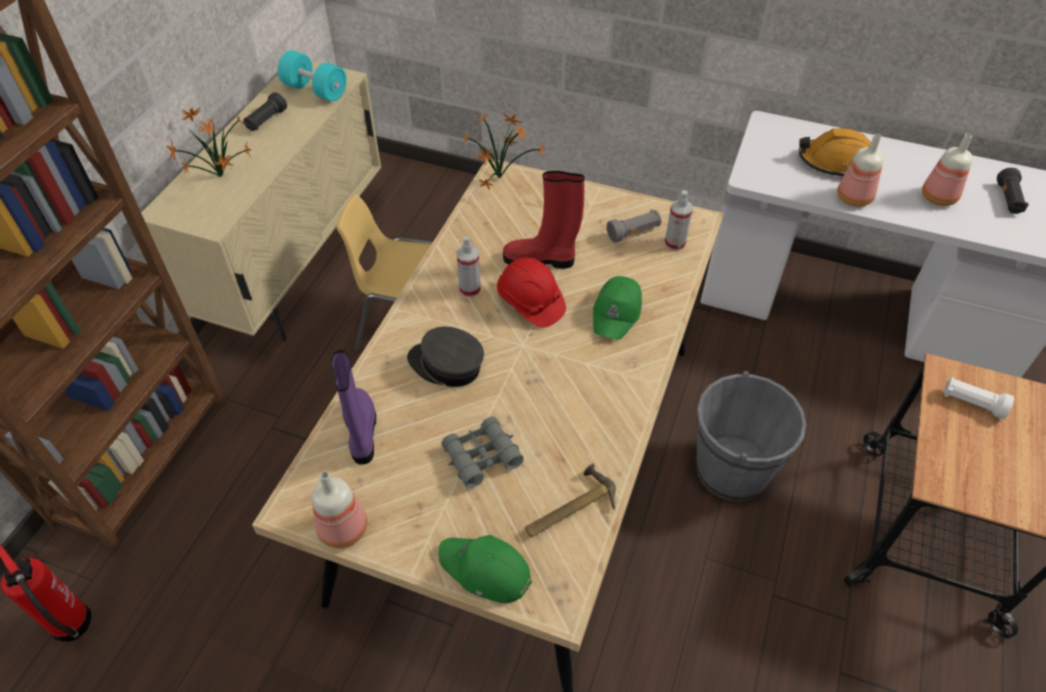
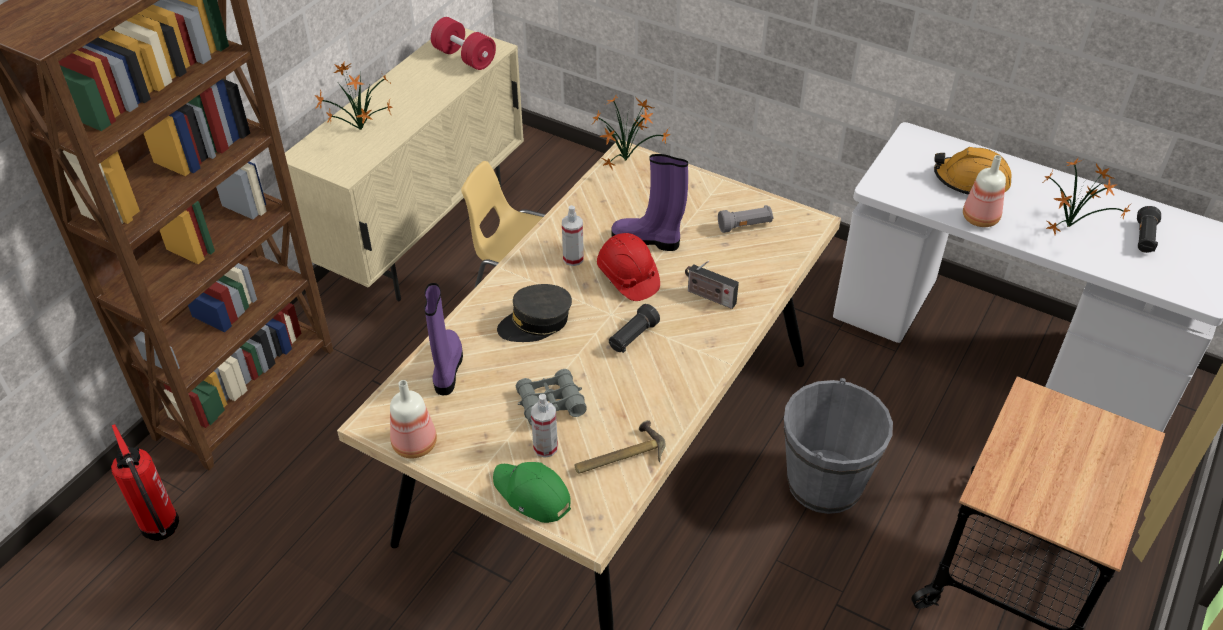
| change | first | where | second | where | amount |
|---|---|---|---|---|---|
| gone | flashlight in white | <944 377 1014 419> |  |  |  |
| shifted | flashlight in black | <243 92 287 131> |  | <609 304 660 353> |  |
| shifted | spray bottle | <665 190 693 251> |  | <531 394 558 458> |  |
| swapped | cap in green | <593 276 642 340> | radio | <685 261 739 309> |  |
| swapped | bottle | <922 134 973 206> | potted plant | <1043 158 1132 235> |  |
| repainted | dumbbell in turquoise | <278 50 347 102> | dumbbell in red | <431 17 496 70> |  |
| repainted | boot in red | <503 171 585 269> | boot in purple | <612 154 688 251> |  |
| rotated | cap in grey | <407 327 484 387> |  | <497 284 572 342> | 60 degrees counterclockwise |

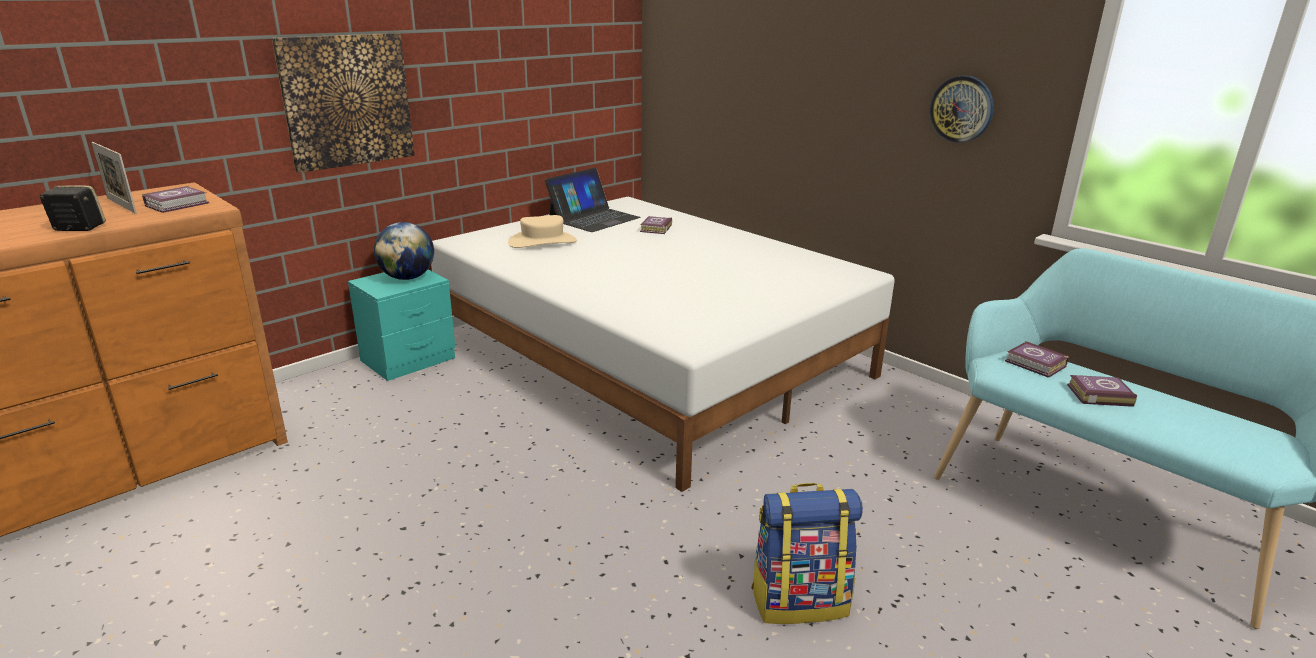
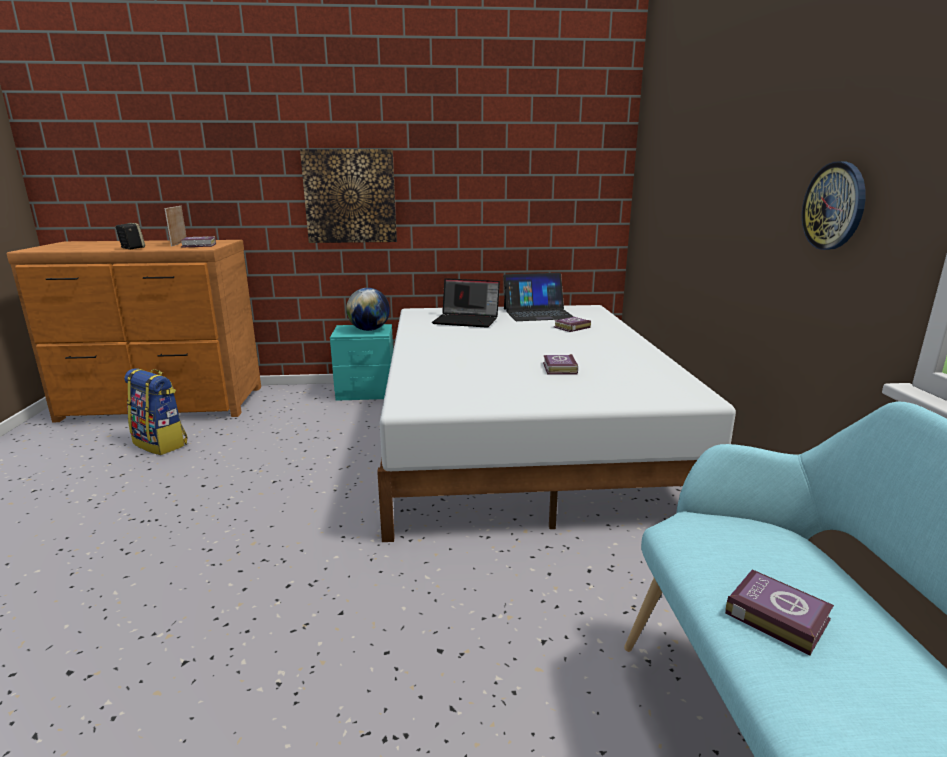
| change | first | where | second | where | amount |
|---|---|---|---|---|---|
| shifted | backpack | <751 483 863 624> |  | <124 368 188 455> |  |
| shifted | book | <1005 341 1069 378> |  | <543 354 578 375> |  |
| swapped | hat in beige | <508 215 577 248> | laptop | <432 278 500 328> |  |

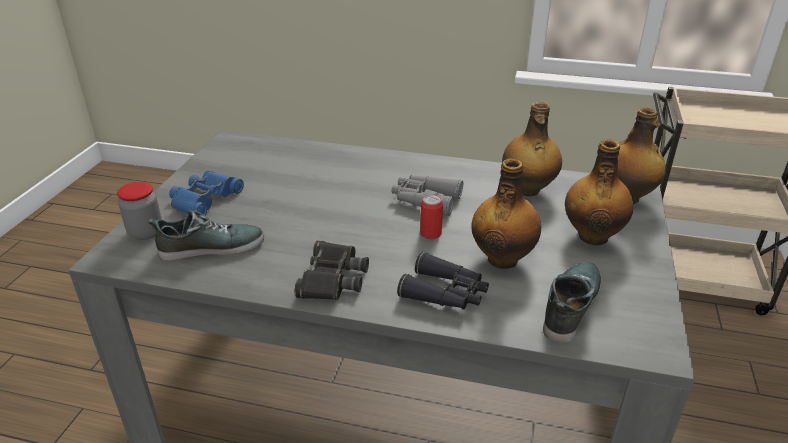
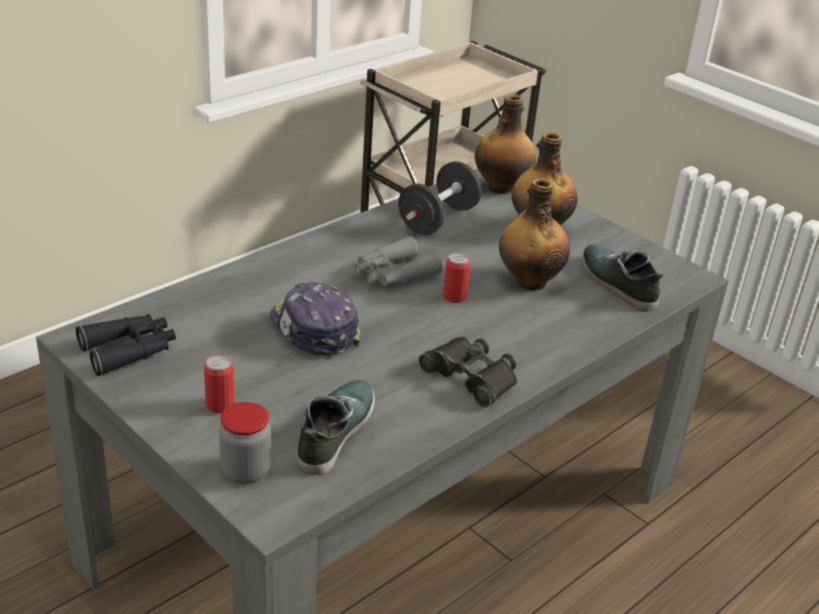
| change | first | where | second | where | amount |
|---|---|---|---|---|---|
| new |  |  | cap | <270 282 360 355> |  |
| shifted | binoculars in black | <397 252 489 310> |  | <76 314 176 376> |  |
| swapped | binoculars in blue | <169 171 244 215> | can | <204 355 235 413> |  |
| swapped | bottle | <502 102 562 197> | dumbbell in black | <398 161 482 235> |  |

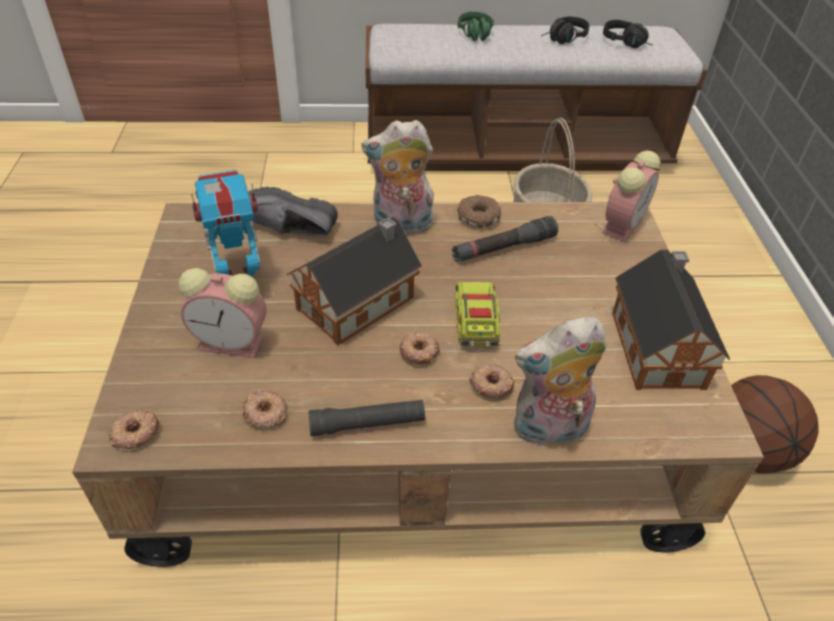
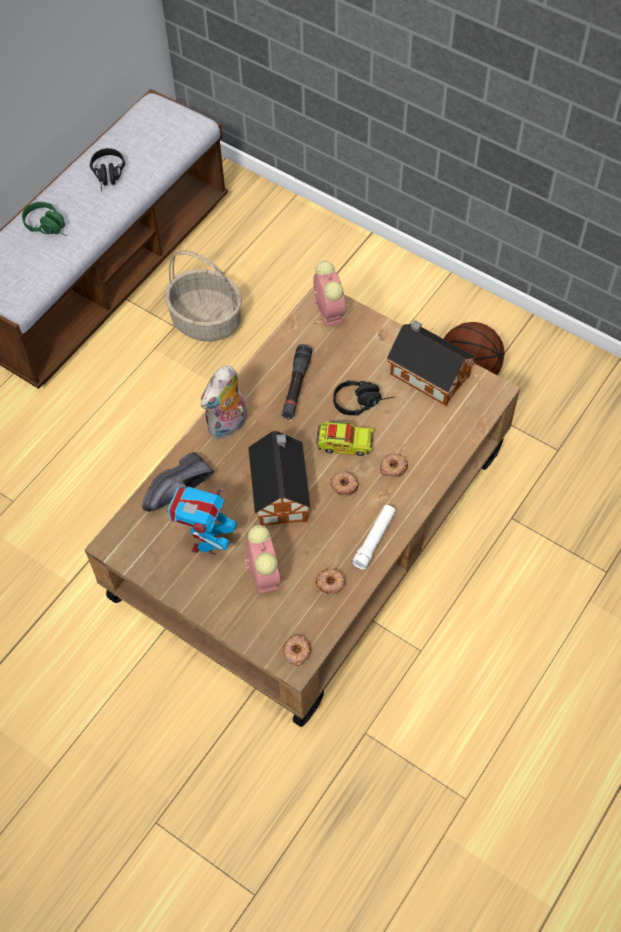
| change | first | where | second | where | amount |
|---|---|---|---|---|---|
| gone | donut | <457 195 501 228> |  |  |  |
| gone | plush toy | <514 317 607 449> |  |  |  |
| shifted | headphones in black | <603 20 653 48> |  | <333 380 394 416> |  |
| repainted | flashlight in black | <308 400 425 436> | flashlight in white | <352 505 396 570> |  |
| rotated | alarm clock | <178 268 267 358> |  | <245 525 281 594> | 60 degrees counterclockwise |
| rotated | toy truck | <455 282 500 347> |  | <316 421 374 456> | 150 degrees clockwise |

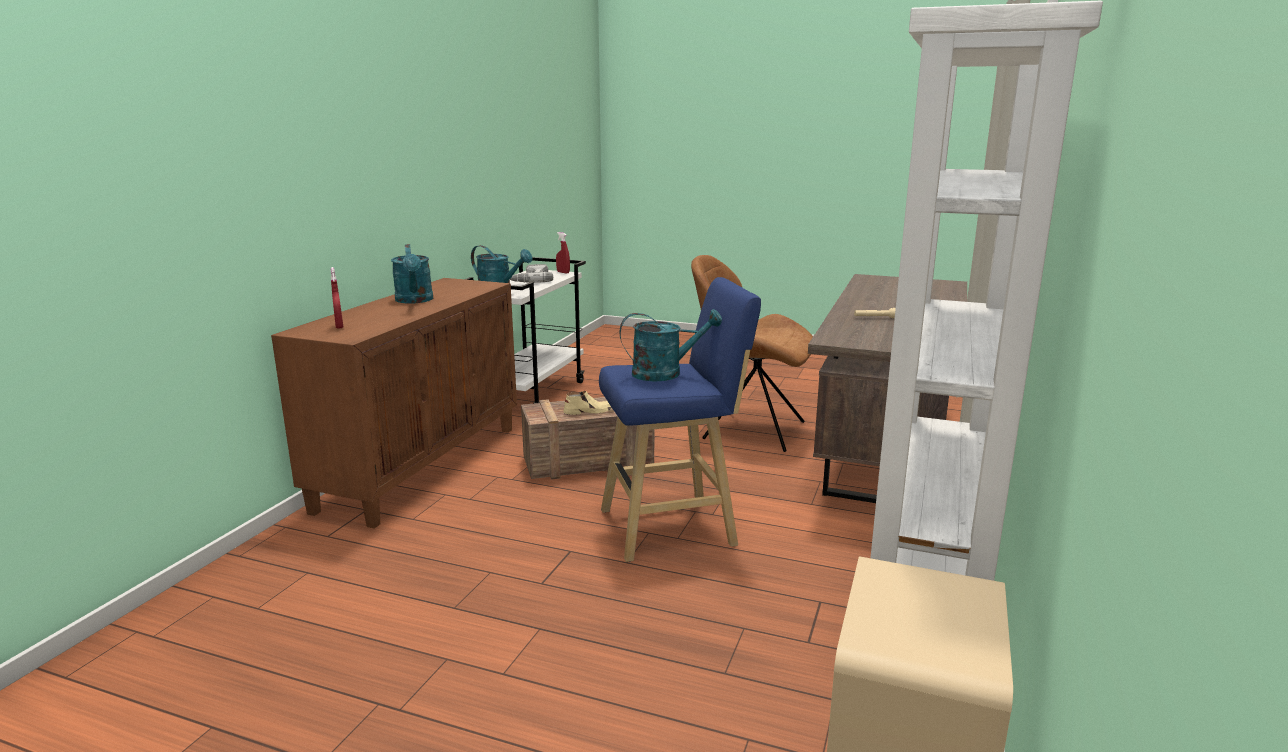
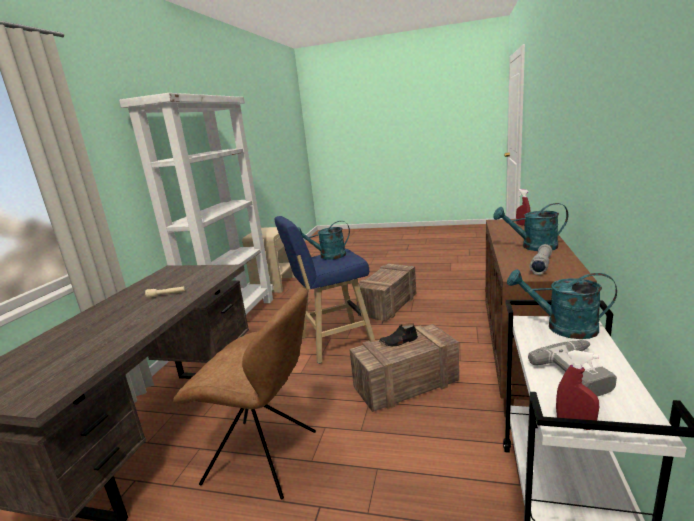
| change | first | where | second | where | amount |
|---|---|---|---|---|---|
| new |  |  | crate | <356 264 416 321> |  |
| new |  |  | flashlight in grey | <529 244 552 275> |  |
| repainted | shoe in beige | <563 391 612 415> | shoe in black | <379 323 418 346> |  |
| rotated | watering can in turquoise | <391 244 433 304> |  | <493 203 568 251> | 60 degrees counterclockwise |

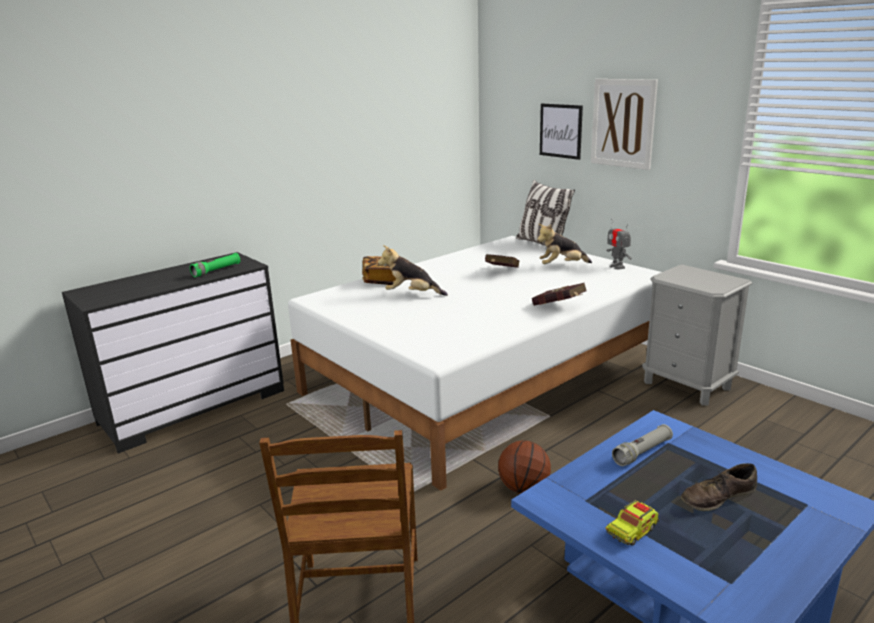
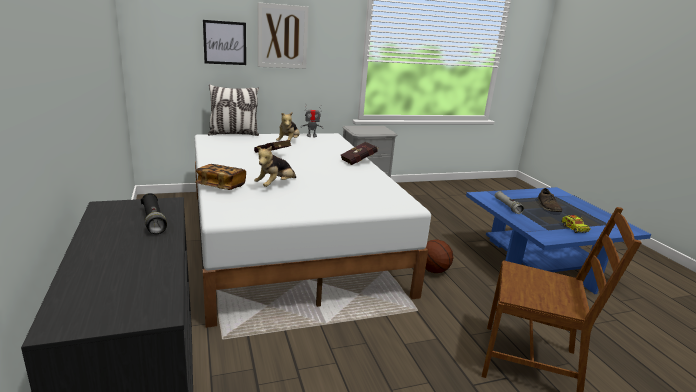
| change | first | where | second | where | amount |
|---|---|---|---|---|---|
| repainted | flashlight in green | <190 253 240 277> | flashlight in black | <141 193 167 234> |  |

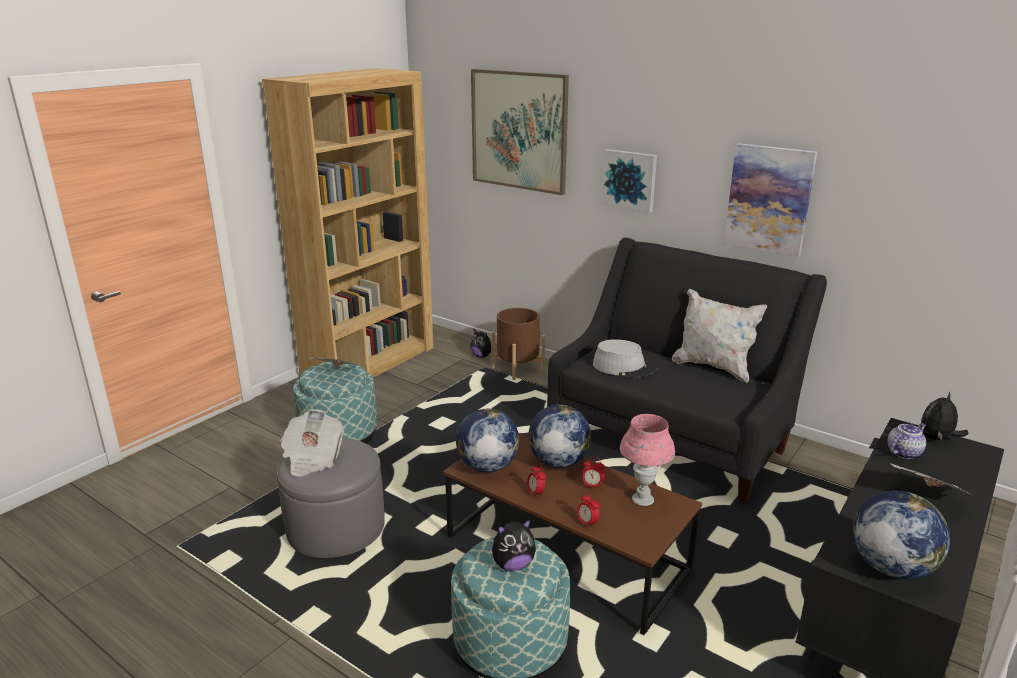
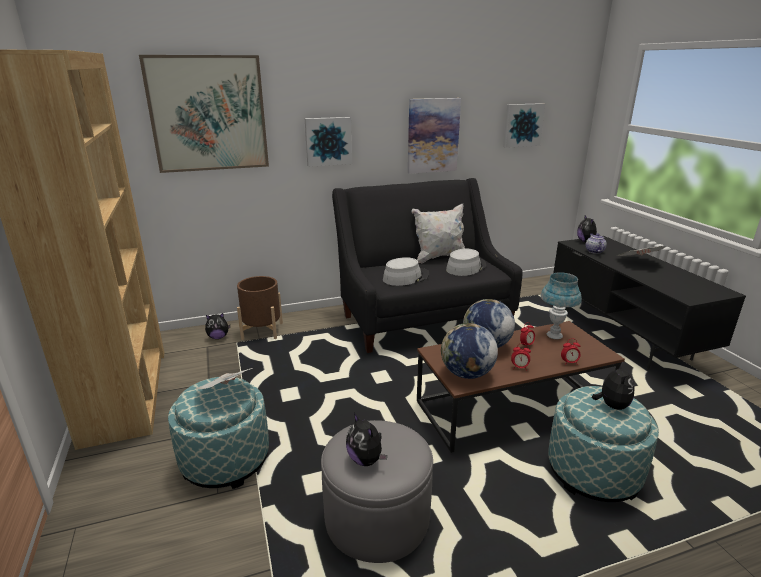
| change | first | where | second | where | amount |
|---|---|---|---|---|---|
| gone | globe | <853 491 950 580> |  |  |  |
| new |  |  | hat in grey | <446 249 486 276> |  |
| new |  |  | picture | <503 103 545 148> |  |
| swapped | newspaper | <280 409 345 477> | plush toy | <346 413 387 466> |  |
| repainted | table lamp in pink | <620 414 675 506> | table lamp in blue | <540 272 582 339> |  |

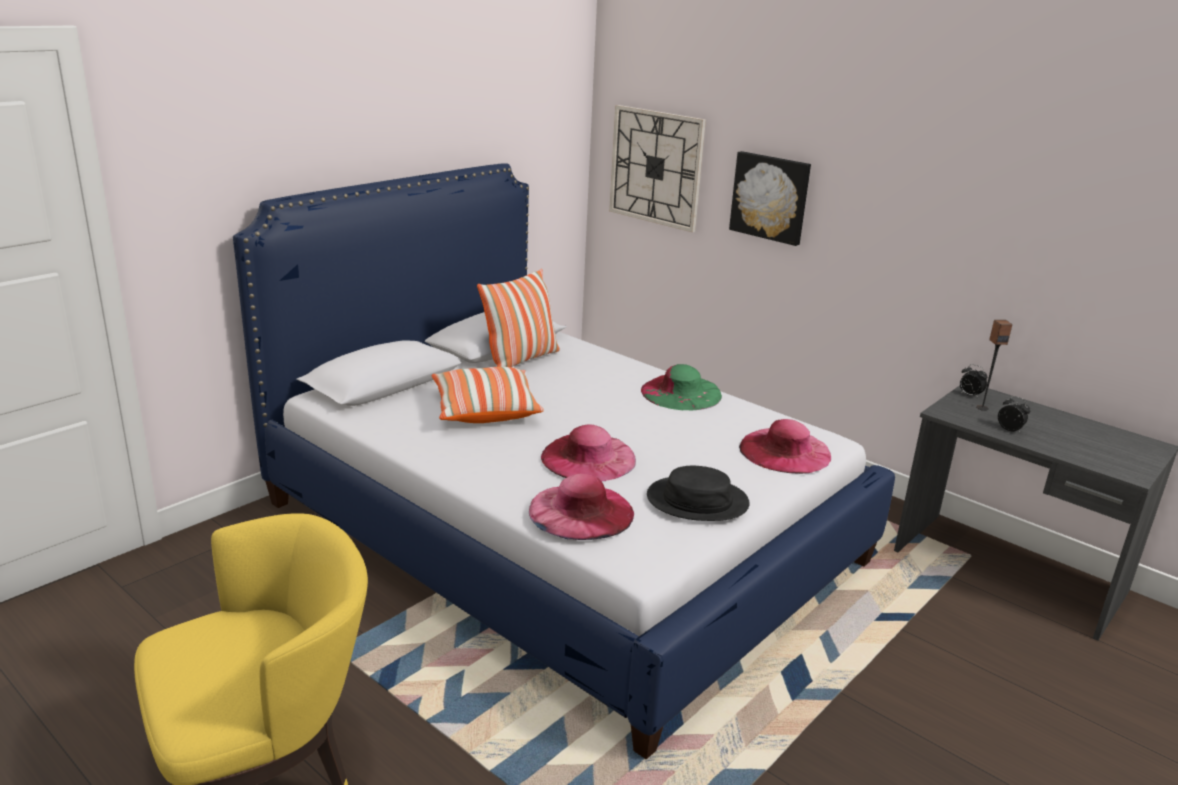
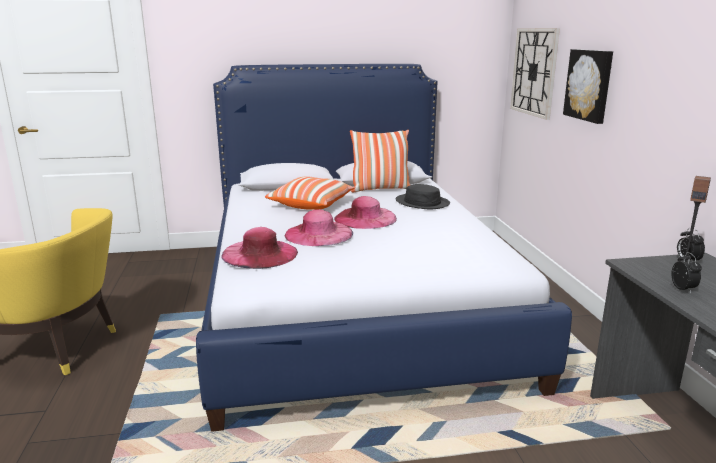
| change | first | where | second | where | amount |
|---|---|---|---|---|---|
| gone | hat in green | <641 364 722 410> |  |  |  |
| shifted | hat in black | <647 466 750 521> |  | <395 184 450 209> |  |
| shifted | hat in pink | <739 419 831 474> |  | <334 196 397 229> |  |

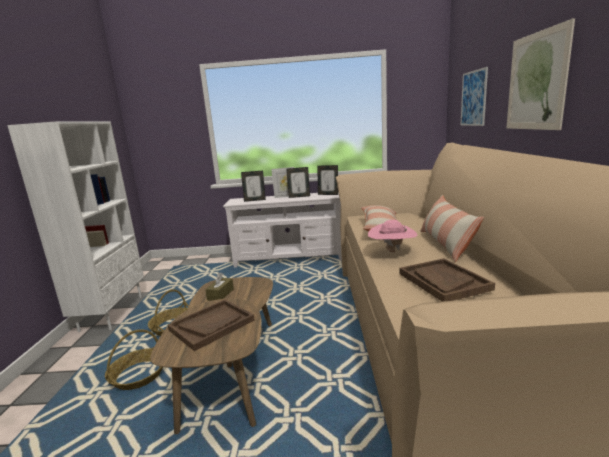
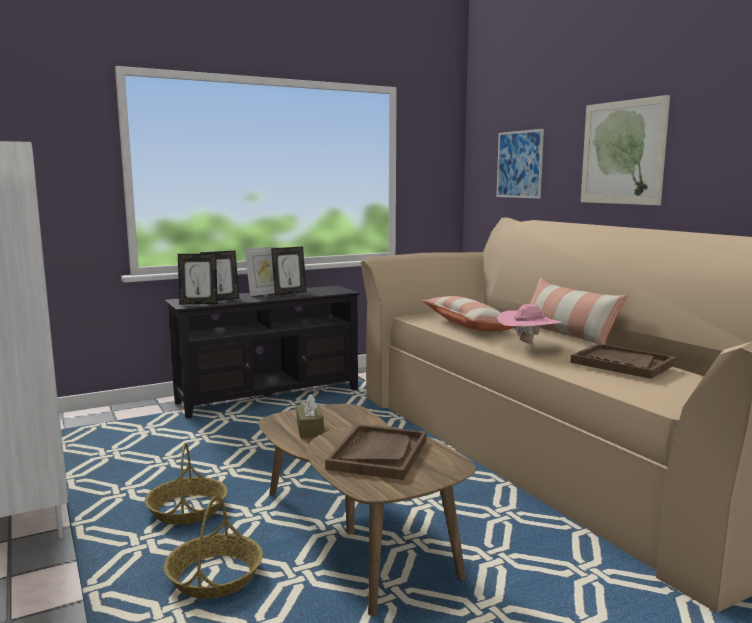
| change | first | where | second | where | amount |
|---|---|---|---|---|---|
| shifted | picture frame | <317 165 338 195> |  | <178 253 218 305> |  |
| repainted | tv stand in white | <223 192 342 268> | tv stand in black | <165 285 360 419> |  |

